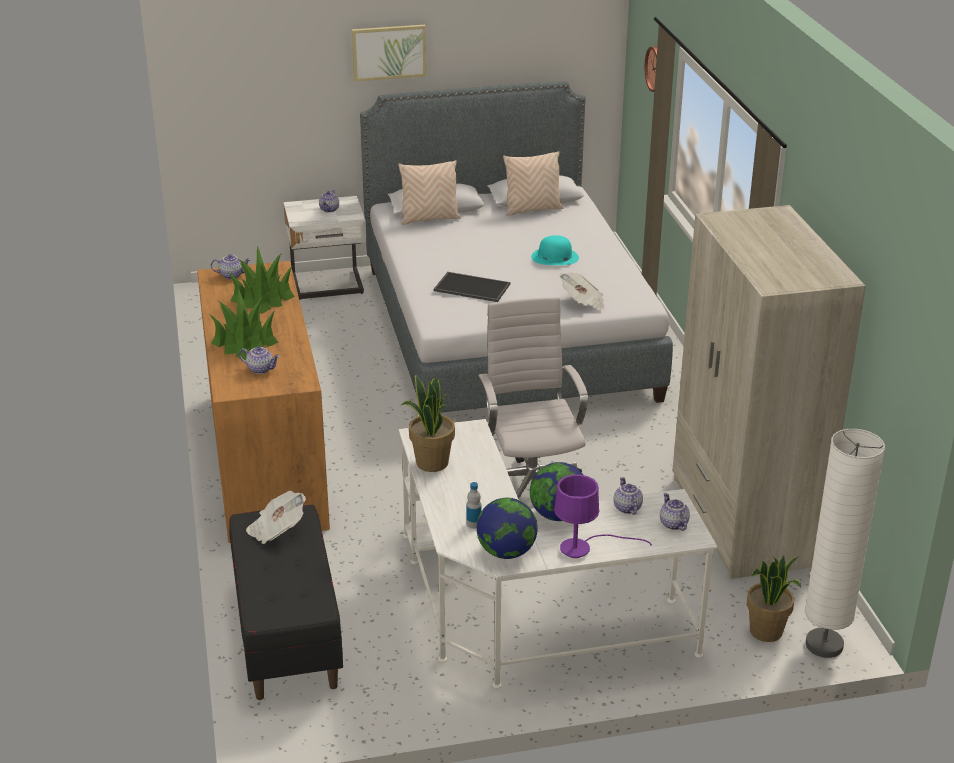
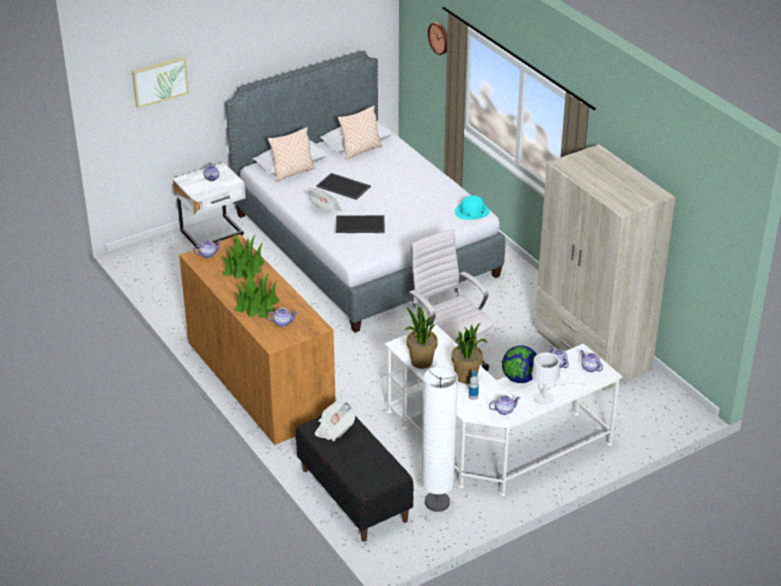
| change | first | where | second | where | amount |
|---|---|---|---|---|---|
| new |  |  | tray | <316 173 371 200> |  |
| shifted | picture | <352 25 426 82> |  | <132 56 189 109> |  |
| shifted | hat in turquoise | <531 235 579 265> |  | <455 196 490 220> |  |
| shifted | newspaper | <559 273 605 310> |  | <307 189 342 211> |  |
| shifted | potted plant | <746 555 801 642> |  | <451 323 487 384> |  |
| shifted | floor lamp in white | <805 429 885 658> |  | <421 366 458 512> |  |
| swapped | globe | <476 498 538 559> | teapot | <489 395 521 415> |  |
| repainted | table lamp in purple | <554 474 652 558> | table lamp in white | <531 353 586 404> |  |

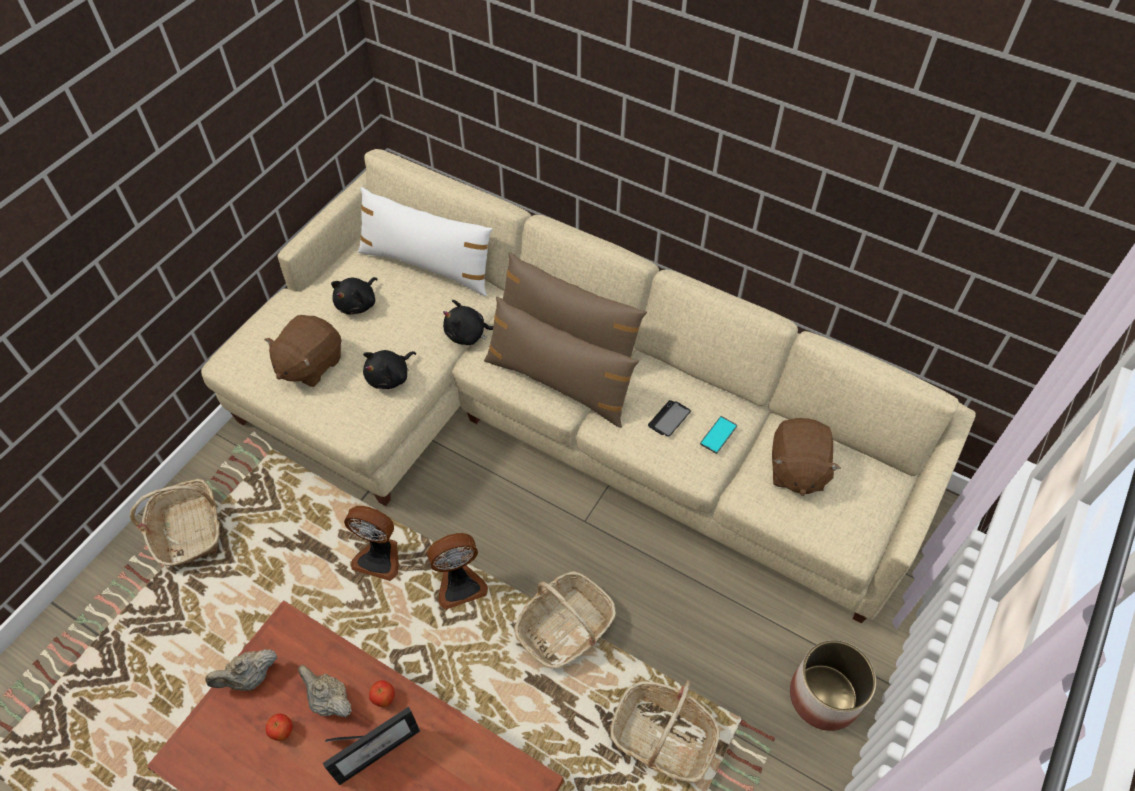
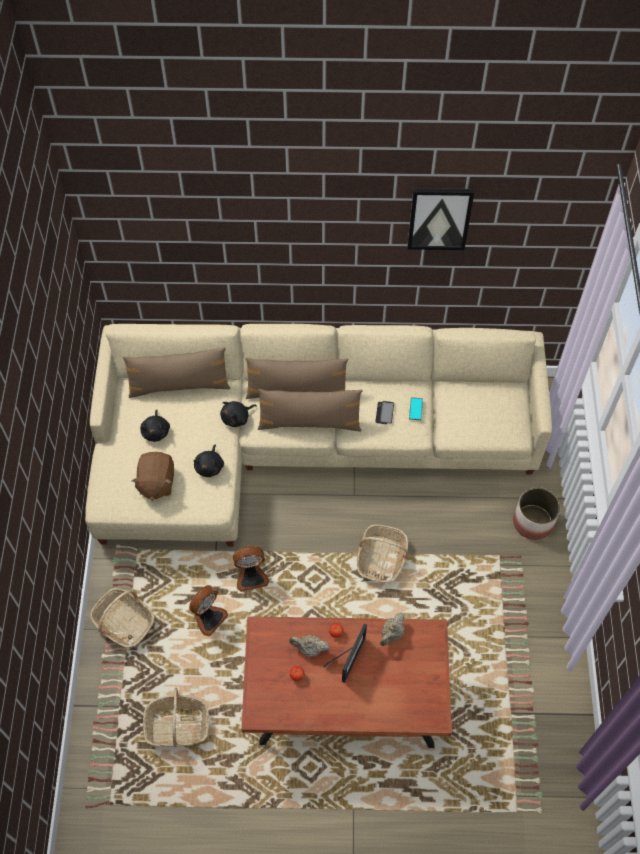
| change | first | where | second | where | amount |
|---|---|---|---|---|---|
| gone | plush toy in brown | <772 418 841 496> |  |  |  |
| new |  |  | picture | <407 188 474 250> |  |
| shifted | teapot in beige | <206 649 277 691> |  | <380 613 404 646> |  |
| shifted | fan | <427 533 488 610> |  | <189 585 228 636> |  |
| shifted | basket | <610 681 720 783> |  | <143 688 210 747> |  |
| repainted | pillow in white | <358 187 493 296> | pillow in brown | <123 347 231 398> |  |

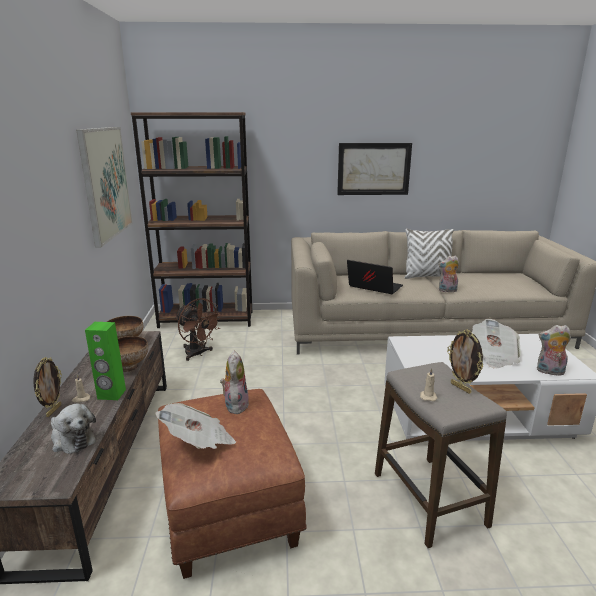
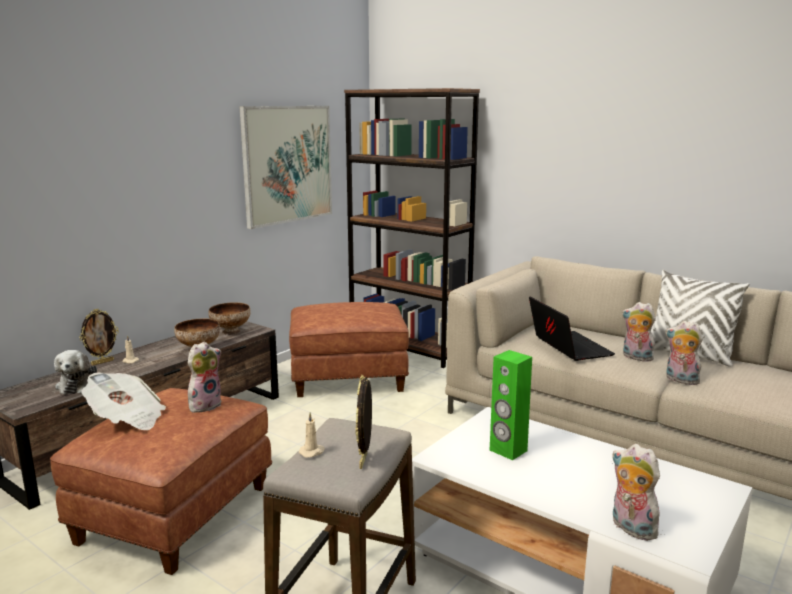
| change | first | where | second | where | amount |
|---|---|---|---|---|---|
| gone | picture | <337 143 412 195> |  |  |  |
| gone | newspaper | <471 319 521 368> |  |  |  |
| new |  |  | plush toy | <622 302 656 362> |  |
| shifted | speaker in green | <85 322 126 400> |  | <490 350 532 460> |  |
| swapped | fan in brown | <175 298 222 361> | ottoman in brown | <289 302 409 397> |  |

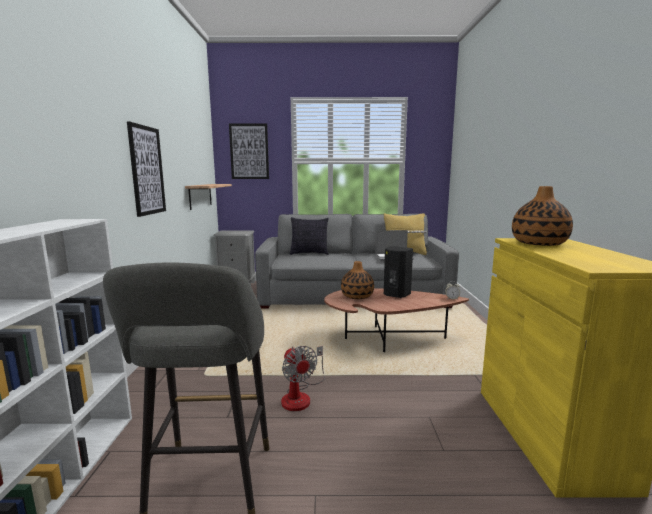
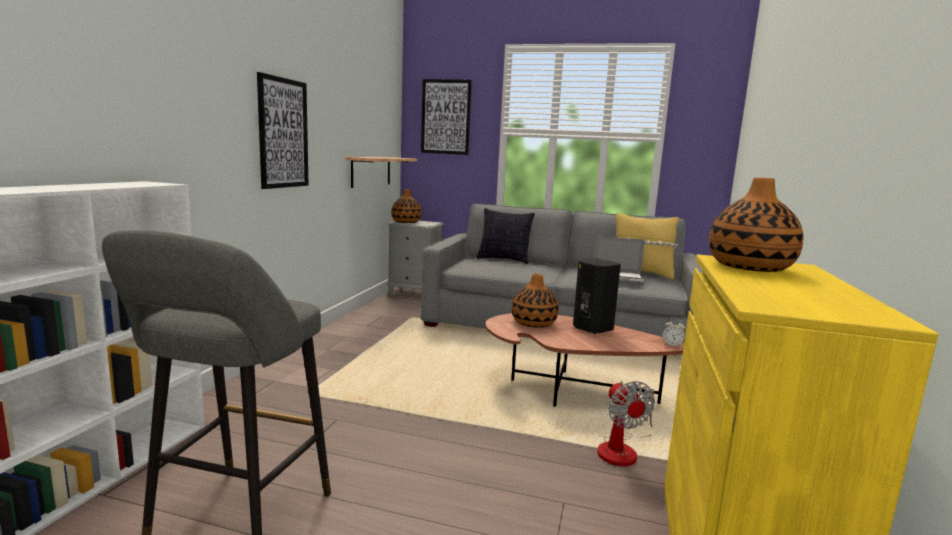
| change | first | where | second | where | amount |
|---|---|---|---|---|---|
| new |  |  | vase | <391 190 422 223> |  |
| shifted | fan | <281 346 325 411> |  | <597 381 655 466> |  |

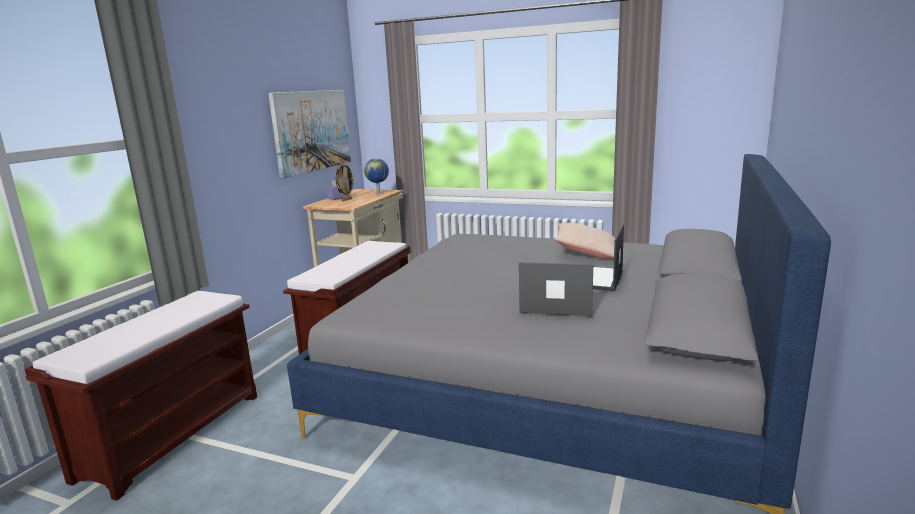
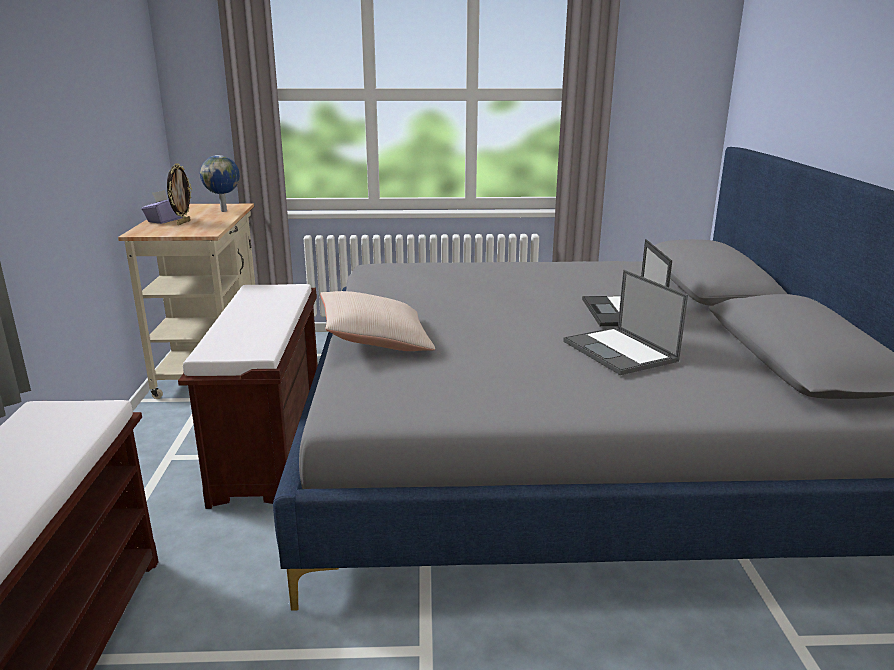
| change | first | where | second | where | amount |
|---|---|---|---|---|---|
| gone | picture | <268 90 351 178> |  |  |  |
| shifted | pillow in beige | <556 223 615 259> |  | <320 291 435 351> |  |
| rotated | laptop | <519 262 593 316> |  | <563 270 688 375> | 105 degrees counterclockwise |

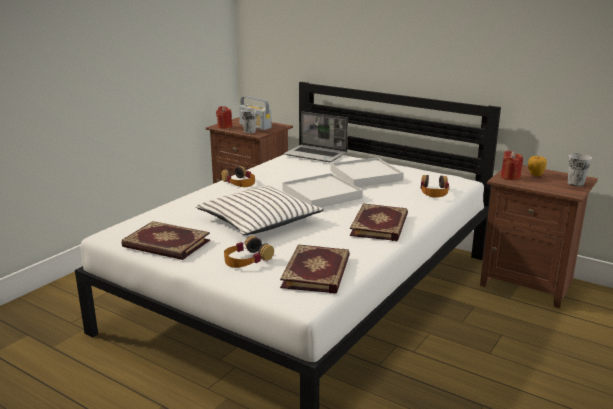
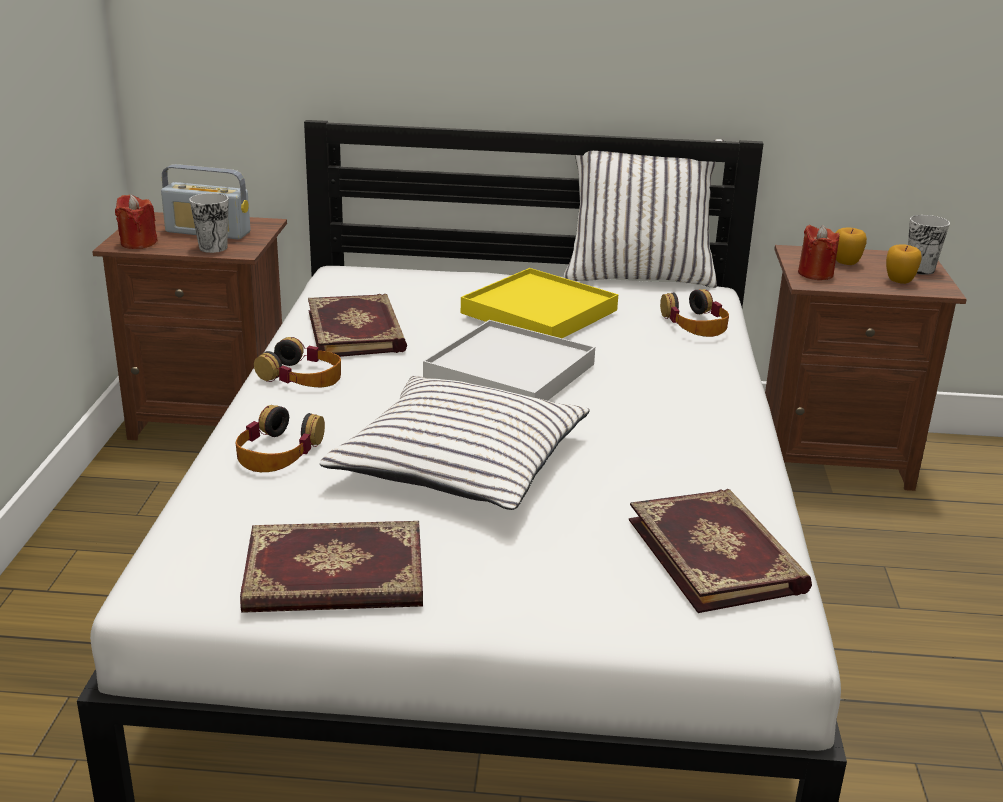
| change | first | where | second | where | amount |
|---|---|---|---|---|---|
| gone | laptop | <284 112 348 162> |  |  |  |
| new |  |  | pillow in white | <564 139 724 288> |  |
| new |  |  | apple | <886 245 922 284> |  |
| shifted | headphones | <224 236 274 268> |  | <236 405 325 472> |  |
| shifted | book | <350 203 408 241> |  | <308 294 407 357> |  |
| repainted | tray in white | <331 157 404 187> | tray in yellow | <461 268 618 338> |  |

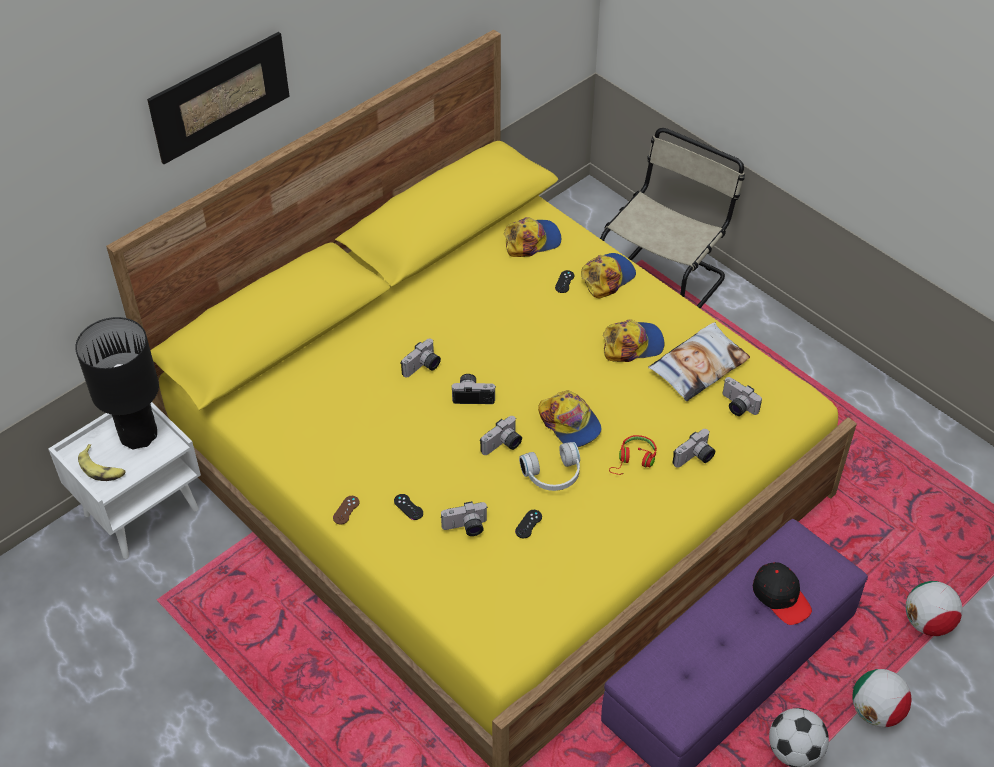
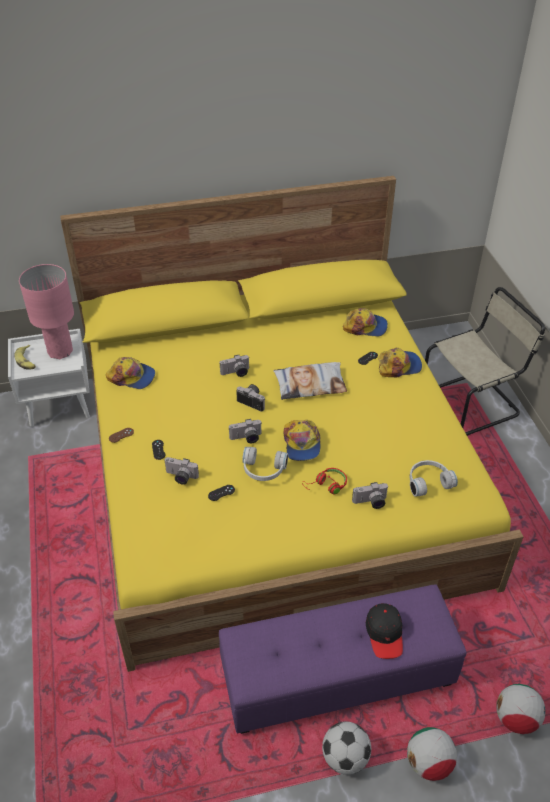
| change | first | where | second | where | amount |
|---|---|---|---|---|---|
| gone | picture | <147 32 290 164> |  |  |  |
| shifted | cap | <603 319 664 362> |  | <106 357 155 389> |  |
| shifted | pillow | <648 322 750 401> |  | <273 362 347 400> |  |
| swapped | photo camera | <723 377 762 416> | headphones in white | <409 460 458 497> |  |
| repainted | table lamp in black | <75 317 159 449> | table lamp in pink | <19 264 74 359> |  |

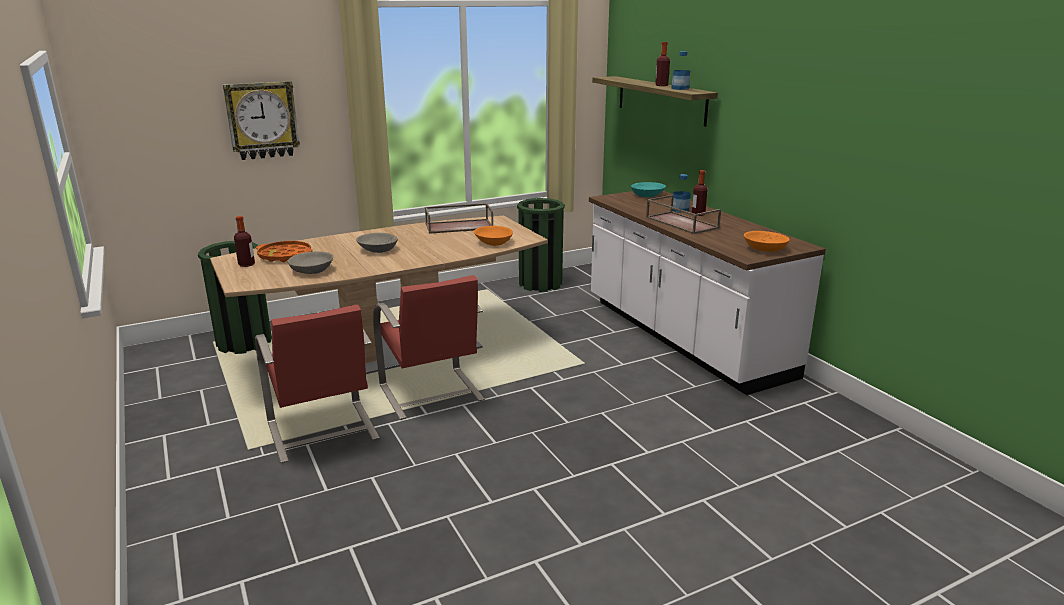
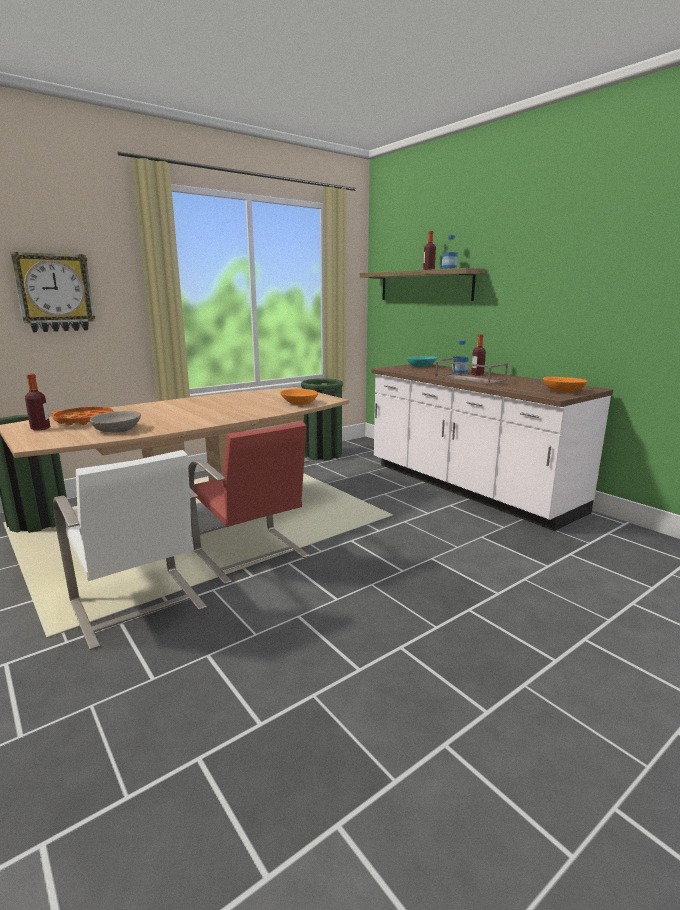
| change | first | where | second | where | amount |
|---|---|---|---|---|---|
| gone | bowl in grey | <356 233 398 253> |  |  |  |
| gone | tray in brown | <425 203 493 234> |  |  |  |
| repainted | chair in red | <255 305 380 463> | chair in white | <53 450 207 650> |  |

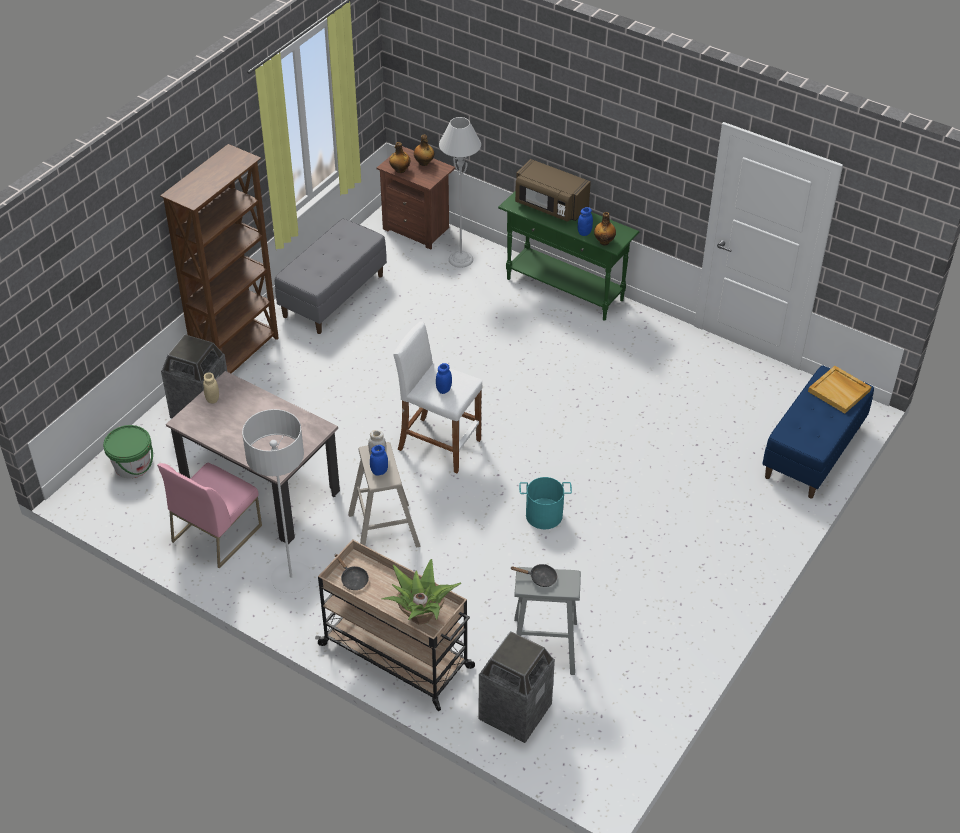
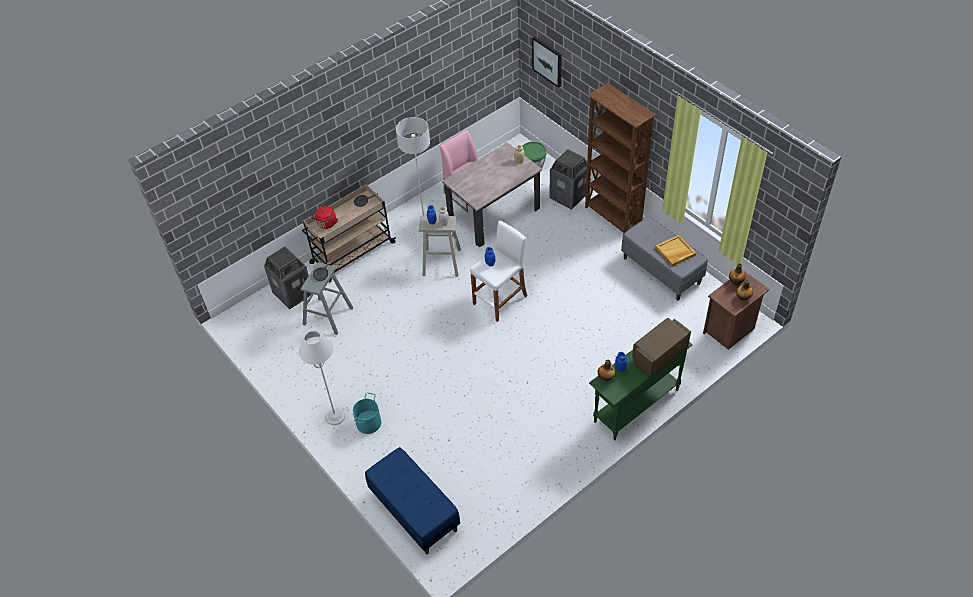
| change | first | where | second | where | amount |
|---|---|---|---|---|---|
| new |  |  | picture | <532 36 561 88> |  |
| shifted | floor lamp in grey | <439 117 481 268> |  | <299 331 345 425> |  |
| shifted | bucket in turquoise | <519 477 572 529> |  | <353 392 381 434> |  |
| shifted | tray in beige | <808 366 871 414> |  | <655 235 696 267> |  |
| swapped | potted plant | <381 559 461 625> | kettle in red | <311 206 338 229> |  |

